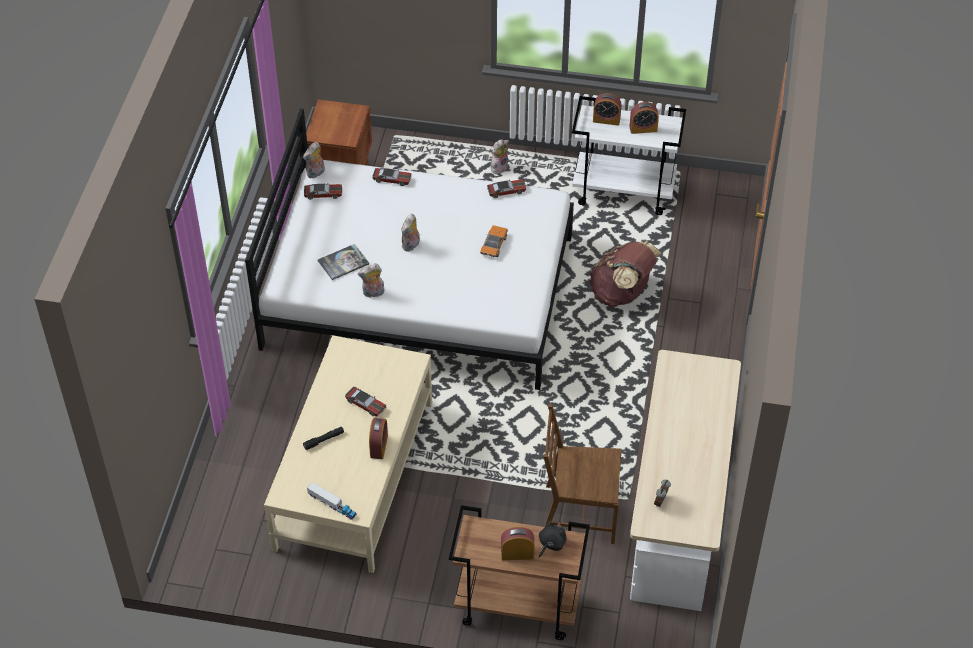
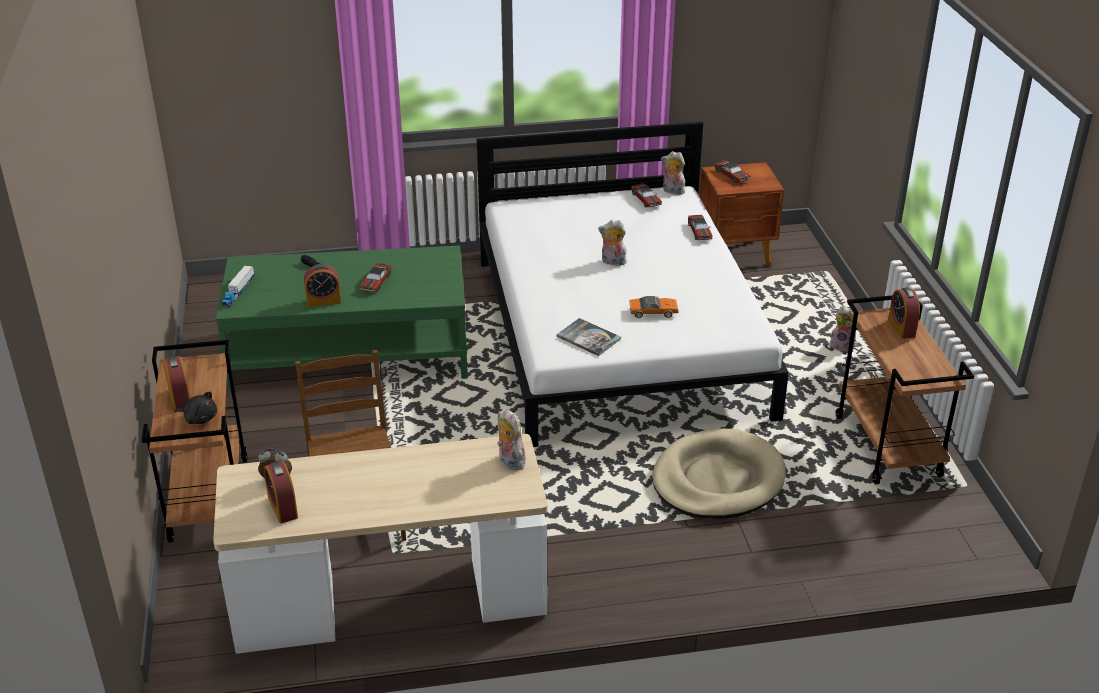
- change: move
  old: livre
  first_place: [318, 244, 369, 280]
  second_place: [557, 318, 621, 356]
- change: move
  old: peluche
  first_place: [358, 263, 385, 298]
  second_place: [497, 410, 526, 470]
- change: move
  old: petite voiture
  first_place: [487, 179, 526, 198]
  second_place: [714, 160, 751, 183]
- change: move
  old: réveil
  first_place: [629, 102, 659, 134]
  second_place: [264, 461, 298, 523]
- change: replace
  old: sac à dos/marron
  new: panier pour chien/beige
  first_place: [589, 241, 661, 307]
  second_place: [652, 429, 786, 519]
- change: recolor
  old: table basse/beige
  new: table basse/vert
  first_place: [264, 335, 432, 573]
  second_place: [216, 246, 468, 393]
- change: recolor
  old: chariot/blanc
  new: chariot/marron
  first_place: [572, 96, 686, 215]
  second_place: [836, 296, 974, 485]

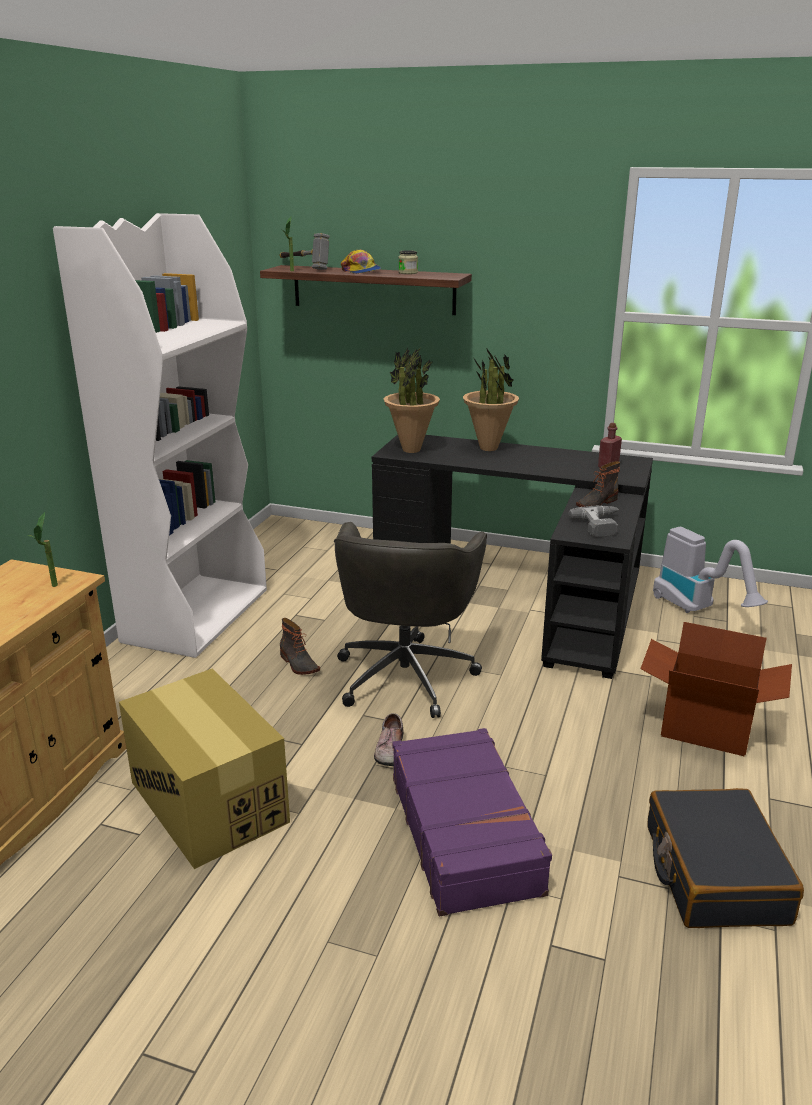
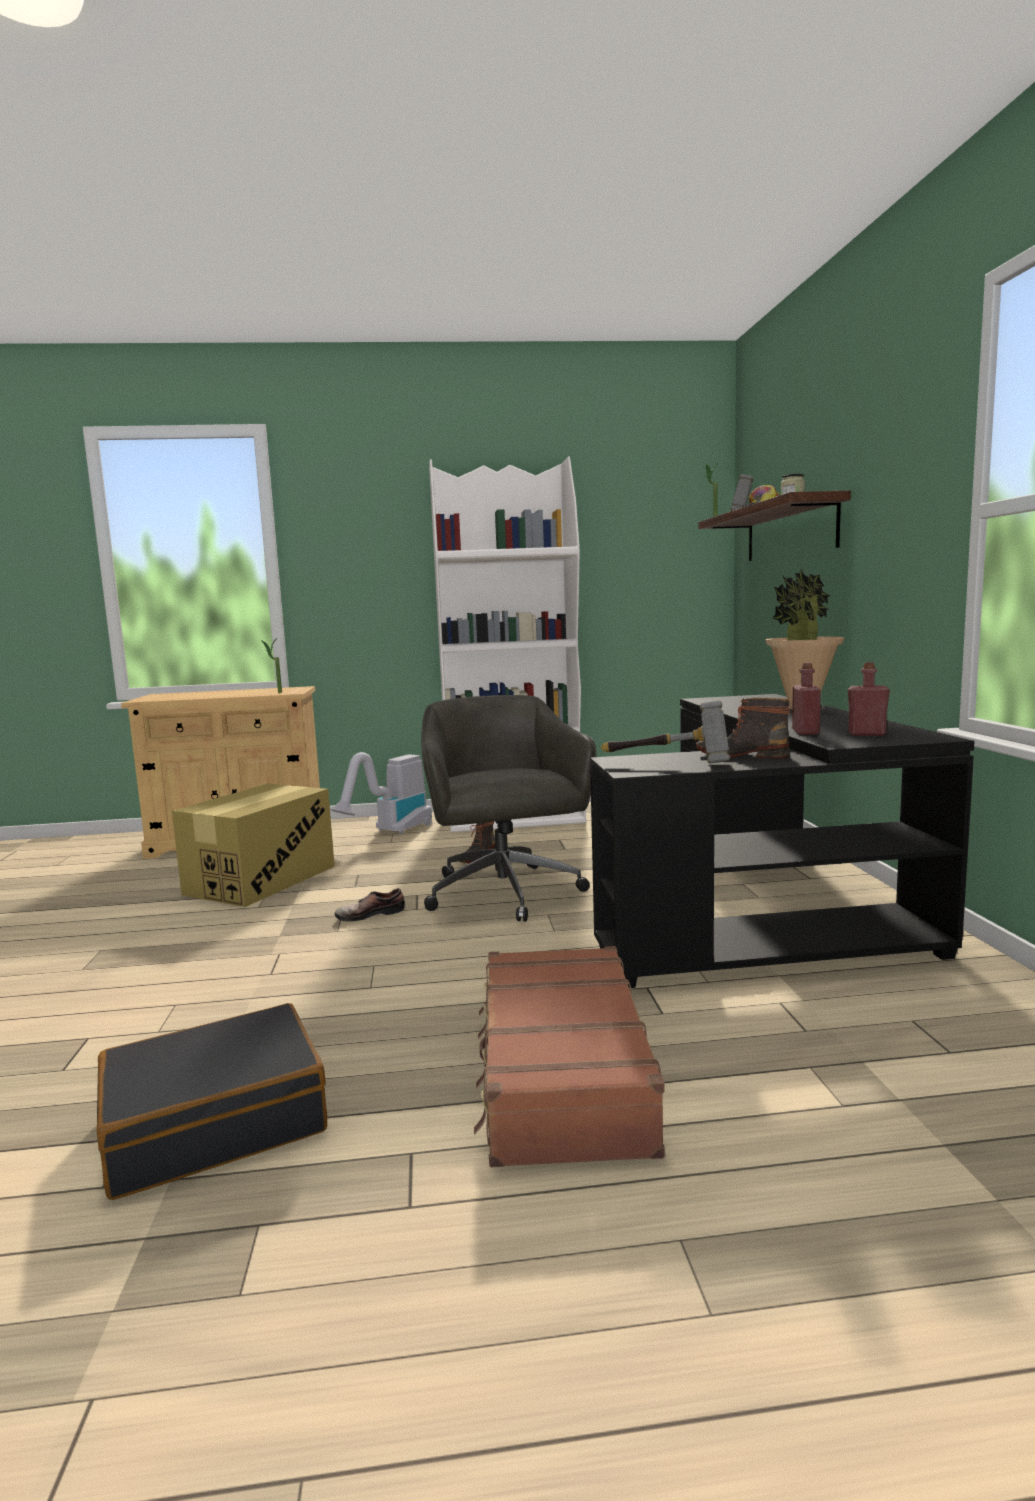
- change: delete
  old: plante en pot
  first_place: [384, 348, 440, 453]
- change: delete
  old: valise/violet
  first_place: [392, 728, 552, 916]
- change: insert
  new: bouteille/rouge
  second_place: [792, 663, 821, 735]
- change: move
  old: aspirateur
  first_place: [653, 527, 768, 613]
  second_place: [330, 752, 432, 834]
- change: replace
  old: perceuse
  new: marteau
  first_place: [569, 506, 618, 537]
  second_place: [601, 701, 730, 764]
- change: replace
  old: carton
  new: valise/marron
  first_place: [640, 622, 792, 756]
  second_place: [474, 946, 665, 1167]
- change: rotate
  old: chaise de bureau/gris
  first_place: [334, 522, 487, 718]
  second_place: [421, 695, 596, 922]
  degrees: 90

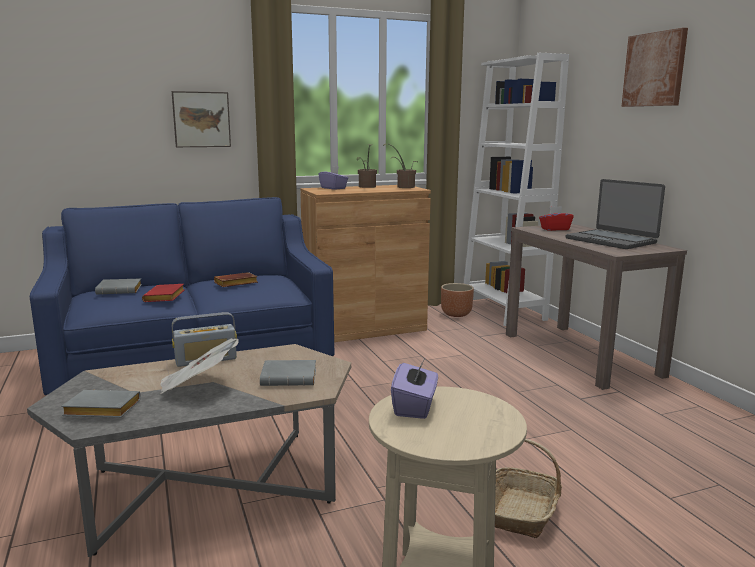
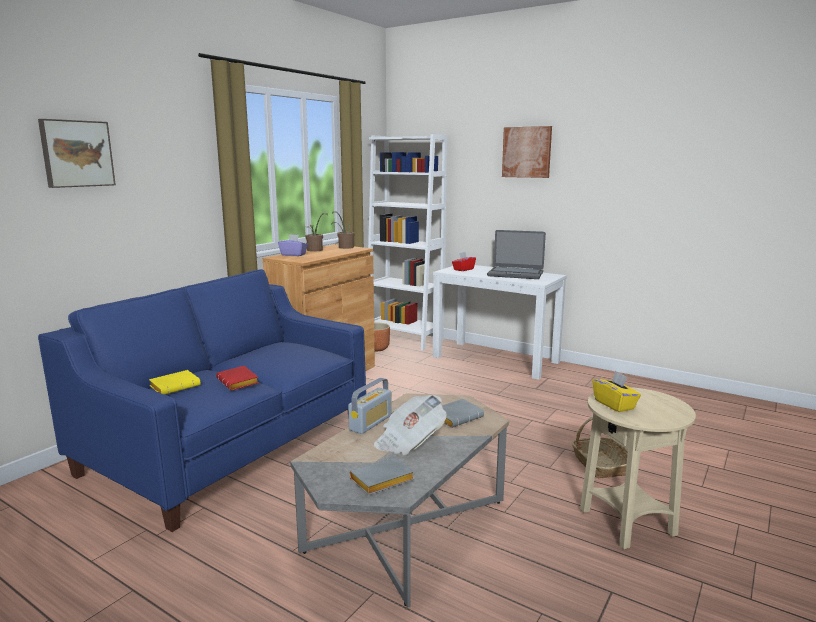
- change: delete
  old: livre/marron
  first_place: [214, 272, 258, 287]
- change: move
  old: tableau
  first_place: [172, 91, 231, 147]
  second_place: [38, 119, 116, 188]
- change: recolor
  old: livre/gris
  new: livre/jaune
  first_place: [95, 278, 142, 294]
  second_place: [149, 370, 201, 395]
- change: recolor
  old: boîte à mouchoirs/violet
  new: boîte à mouchoirs/jaune
  first_place: [391, 358, 438, 419]
  second_place: [592, 371, 641, 412]
- change: recolor
  old: table console/marron
  new: table console/blanc
  first_place: [506, 223, 687, 390]
  second_place: [433, 265, 567, 380]

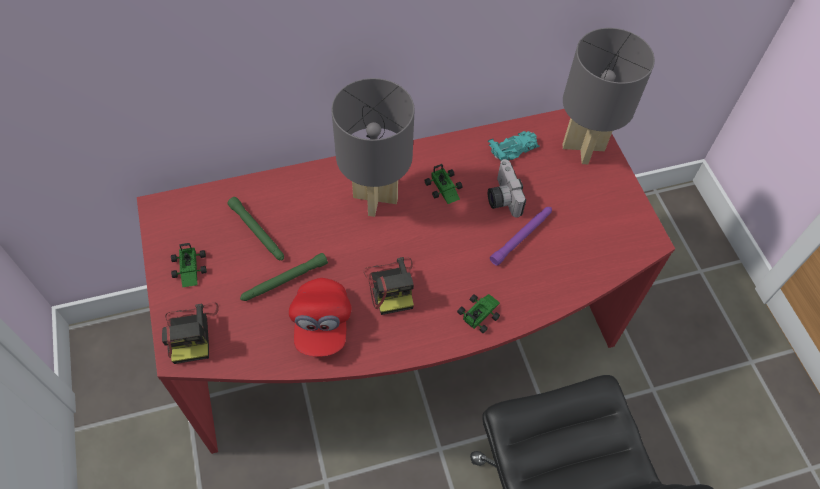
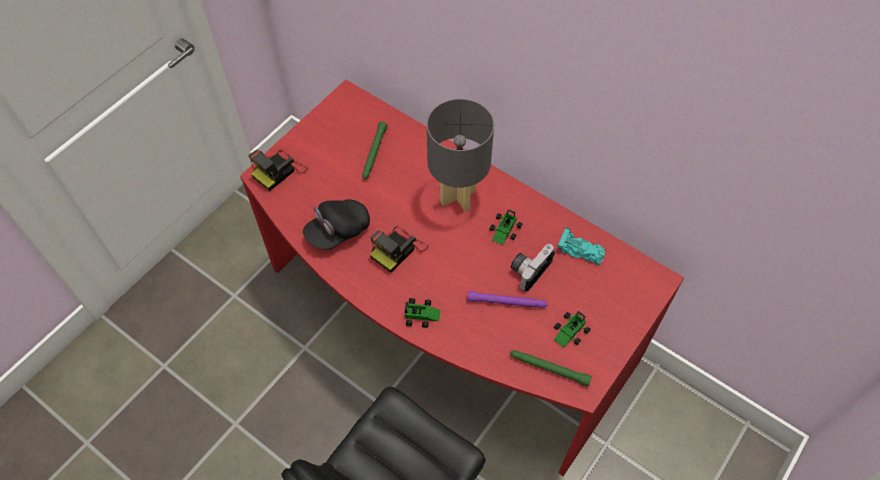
- change: delete
  old: lampe de table/gris
  first_place: [562, 28, 655, 164]
- change: move
  old: petite voiture
  first_place: [171, 243, 207, 288]
  second_place: [554, 311, 591, 347]
- change: move
  old: lampe de poche/vert
  first_place: [240, 253, 328, 301]
  second_place: [510, 350, 592, 387]
- change: recolor
  old: casquette/rouge
  new: casquette/noir
  first_place: [289, 278, 351, 357]
  second_place: [303, 199, 370, 250]

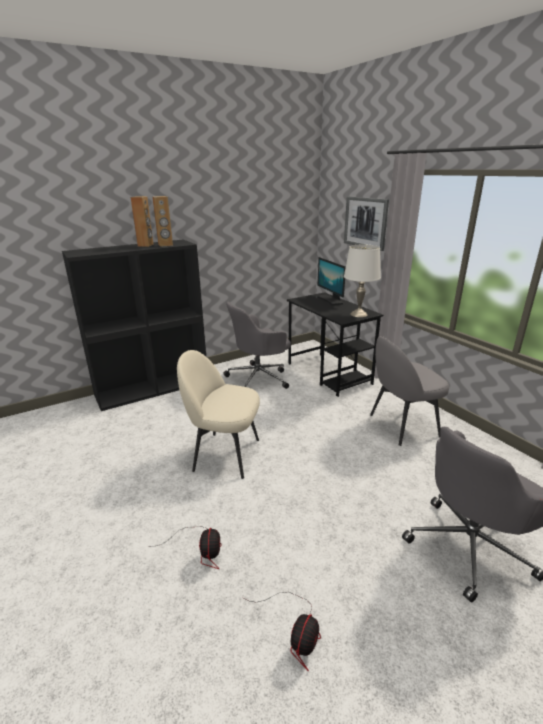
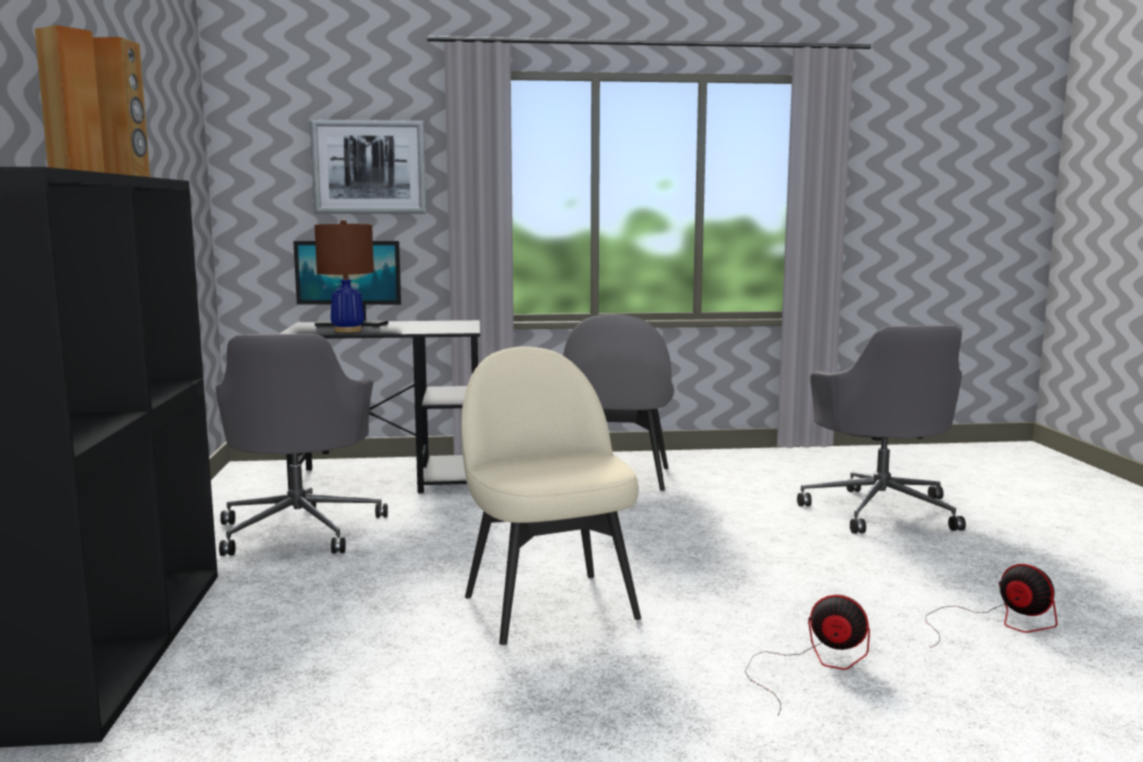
- change: delete
  old: lampe de table/blanc
  first_place: [344, 245, 381, 317]
- change: insert
  new: lampe de table/marron
  second_place: [314, 219, 374, 333]
- change: rotate
  old: chaise/beige
  first_place: [177, 350, 260, 479]
  second_place: [461, 346, 641, 645]
  degrees: 120

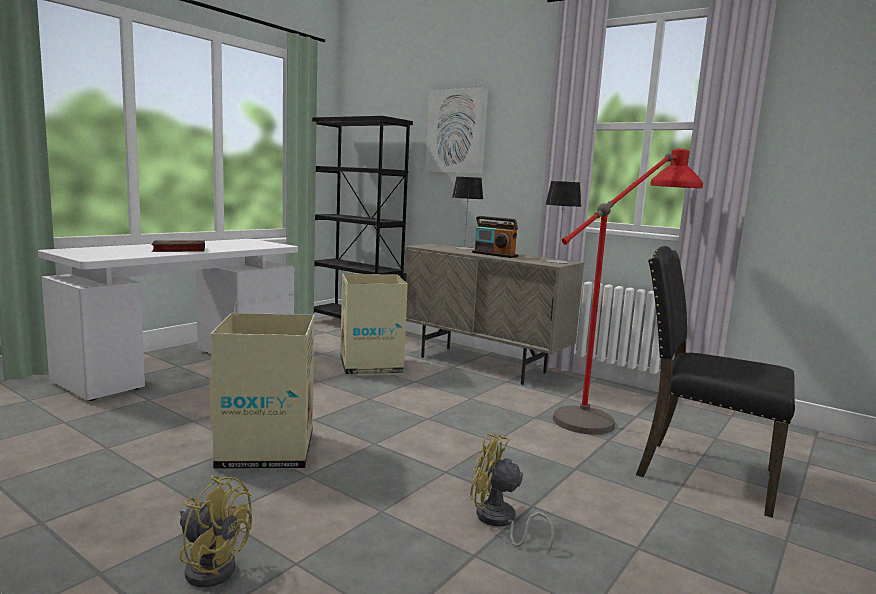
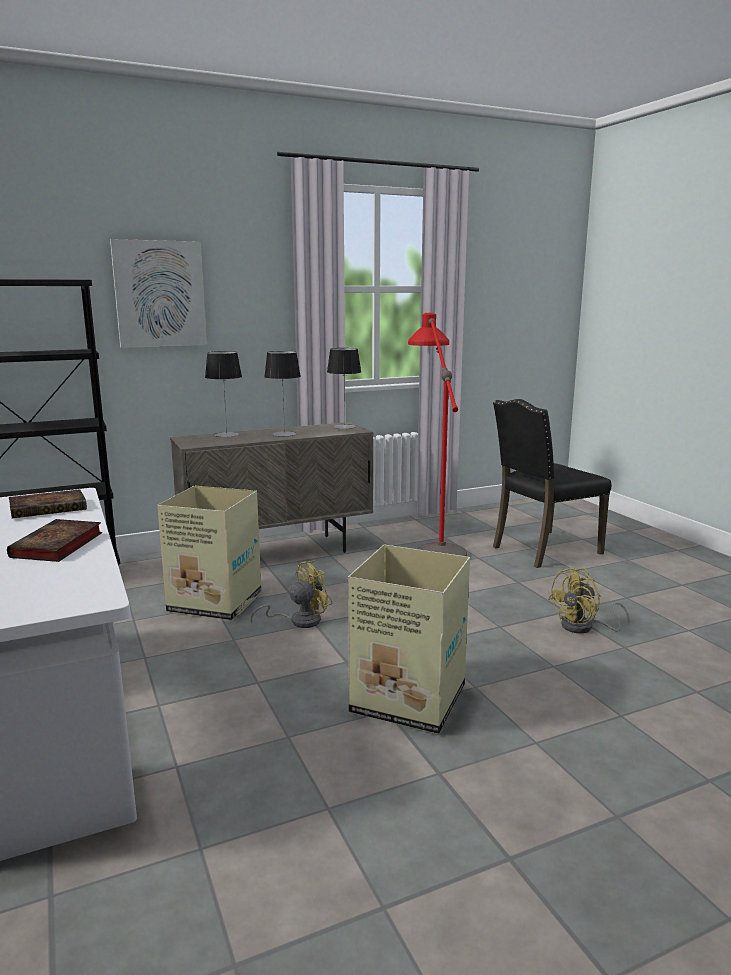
- change: insert
  new: livre
  second_place: [9, 489, 87, 518]
- change: move
  old: ventilateur/jaune
  first_place: [180, 475, 252, 587]
  second_place: [251, 560, 333, 628]
- change: replace
  old: radio
  new: lampe de table
  first_place: [472, 216, 518, 258]
  second_place: [264, 351, 301, 437]

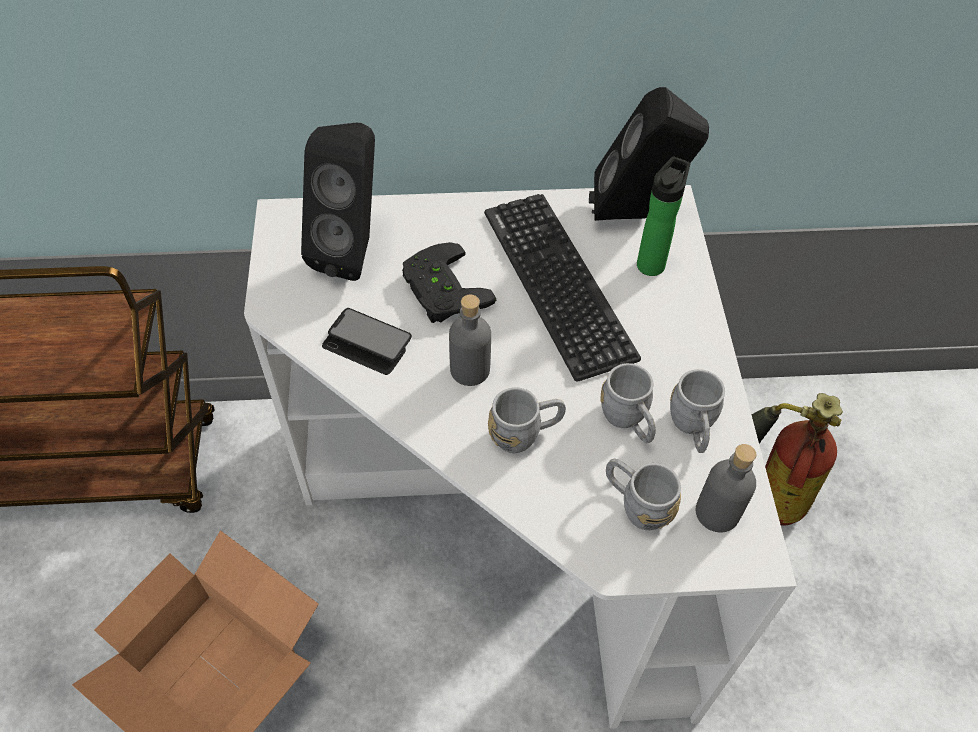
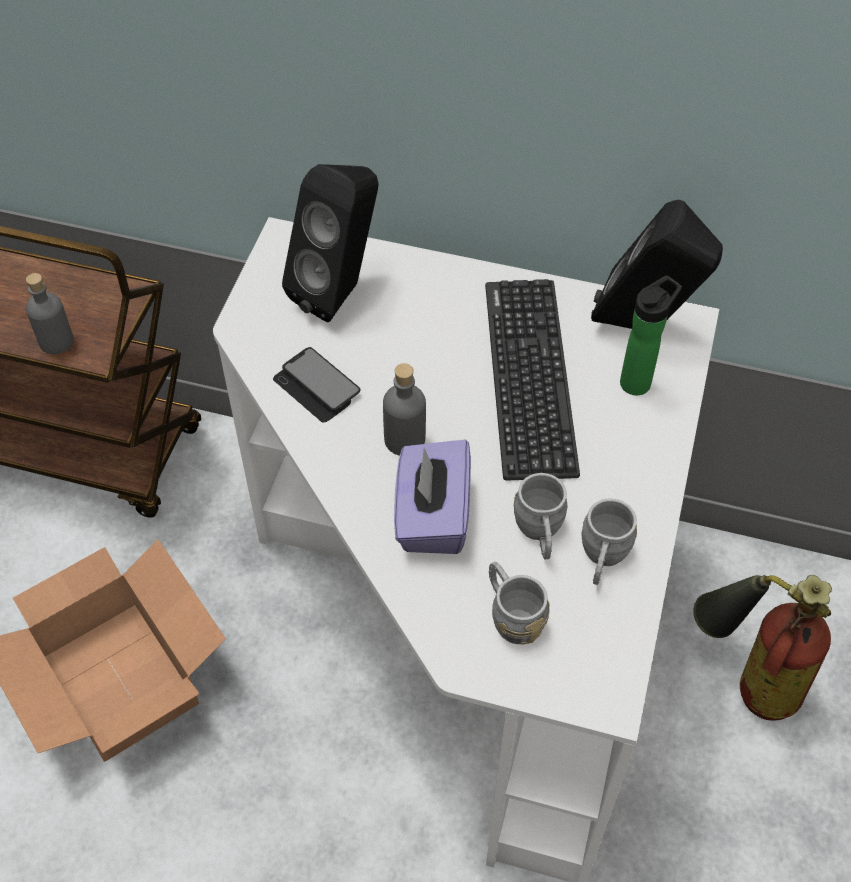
- change: delete
  old: manette/noir
  first_place: [402, 242, 496, 323]
- change: move
  old: bouteille/gris
  first_place: [696, 444, 756, 532]
  second_place: [26, 273, 74, 354]
- change: replace
  old: mug/gris
  new: boîte à mouchoirs/violet
  first_place: [488, 387, 566, 453]
  second_place: [394, 440, 471, 554]

